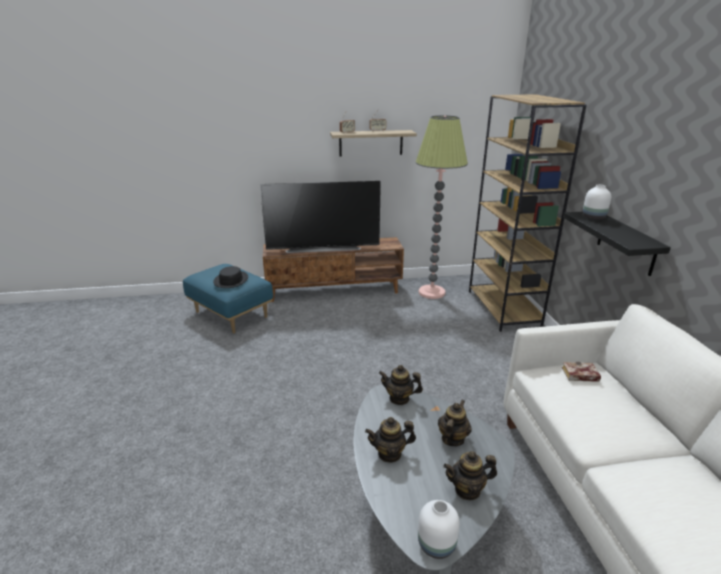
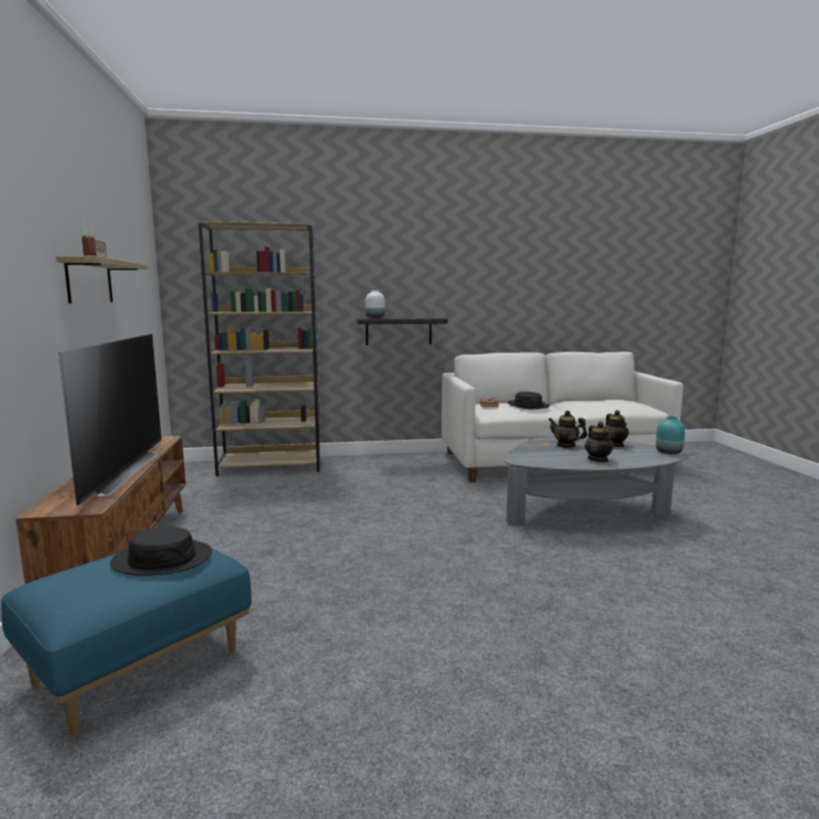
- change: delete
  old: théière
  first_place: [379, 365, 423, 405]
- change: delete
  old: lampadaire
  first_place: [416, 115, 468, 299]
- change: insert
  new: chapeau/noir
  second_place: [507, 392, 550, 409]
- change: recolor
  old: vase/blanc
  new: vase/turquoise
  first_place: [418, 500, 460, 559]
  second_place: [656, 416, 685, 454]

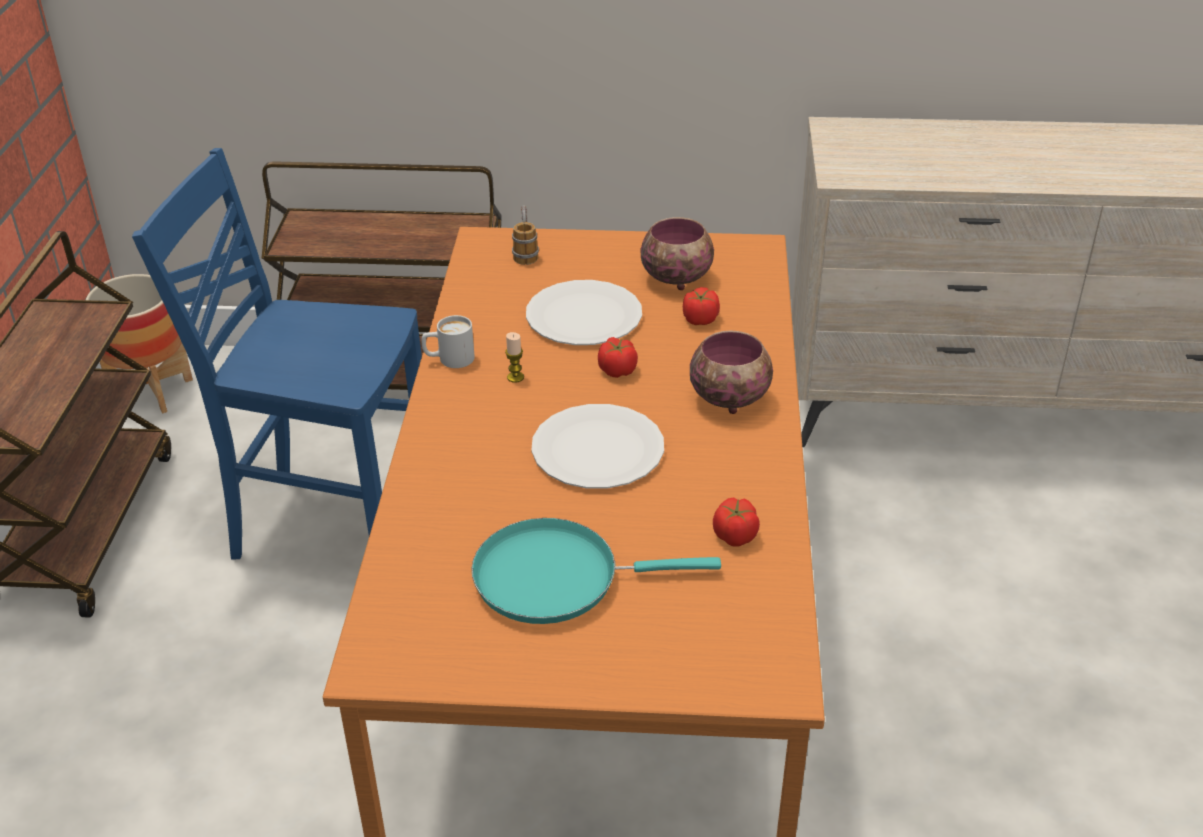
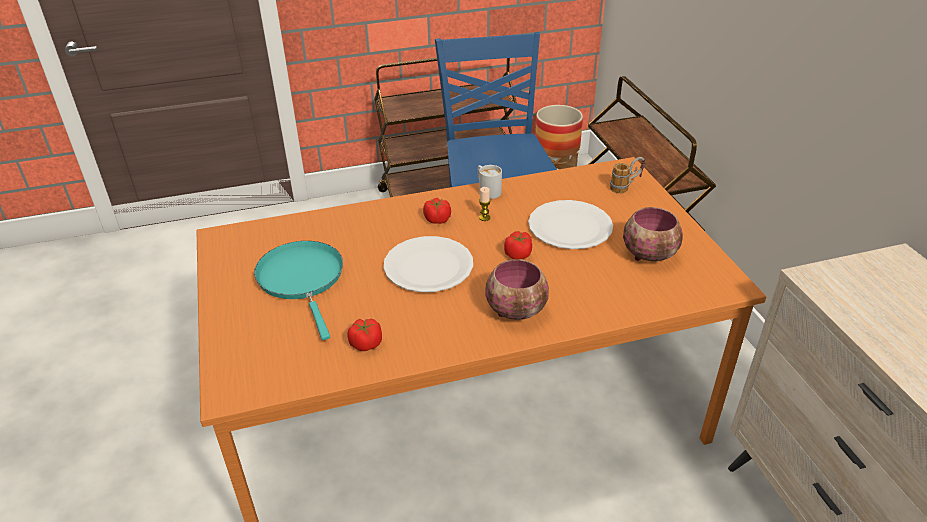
- change: move
  old: tomate
  first_place: [683, 287, 720, 325]
  second_place: [423, 198, 451, 224]

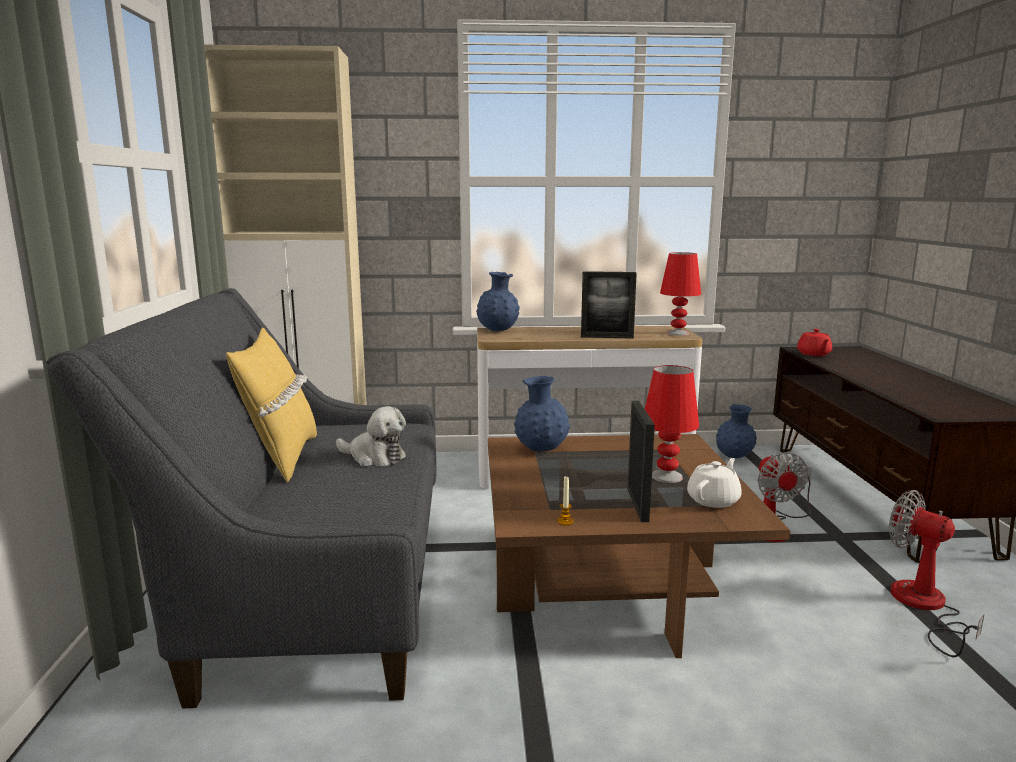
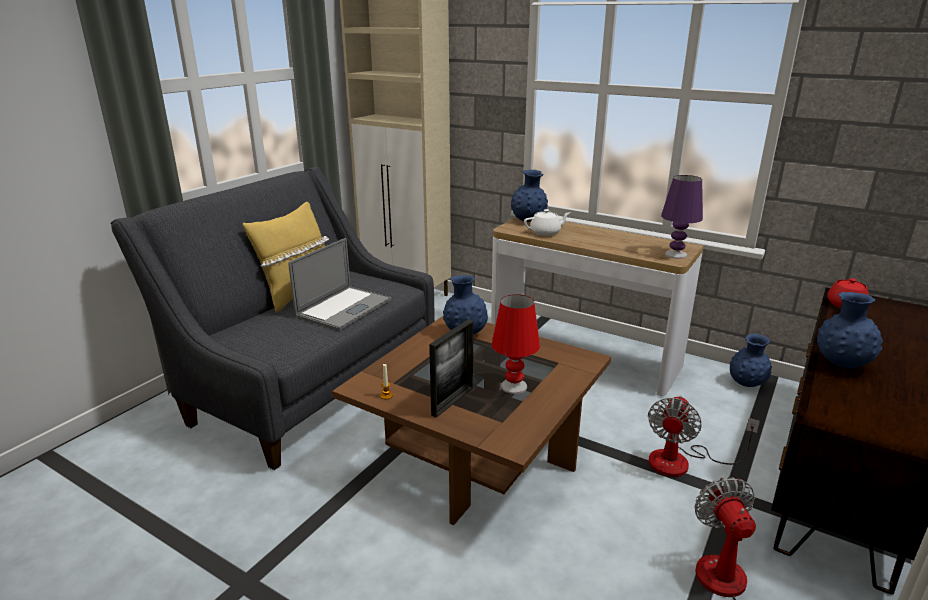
- change: delete
  old: cadre photo
  first_place: [581, 271, 637, 339]
- change: insert
  new: vase/bleu
  second_place: [817, 292, 883, 368]
- change: move
  old: théière/blanc
  first_place: [687, 458, 741, 508]
  second_place: [524, 209, 570, 236]
- change: replace
  old: peluche
  new: ordinateur portable
  first_place: [336, 406, 406, 466]
  second_place: [288, 238, 392, 330]
- change: recolor
  old: lampe de table/rouge
  new: lampe de table/violet
  first_place: [660, 252, 701, 336]
  second_place: [661, 175, 703, 259]

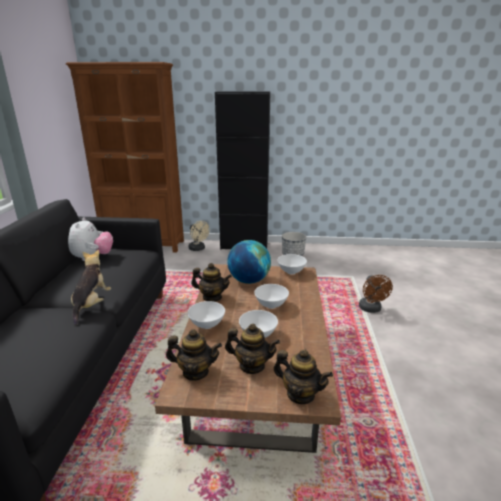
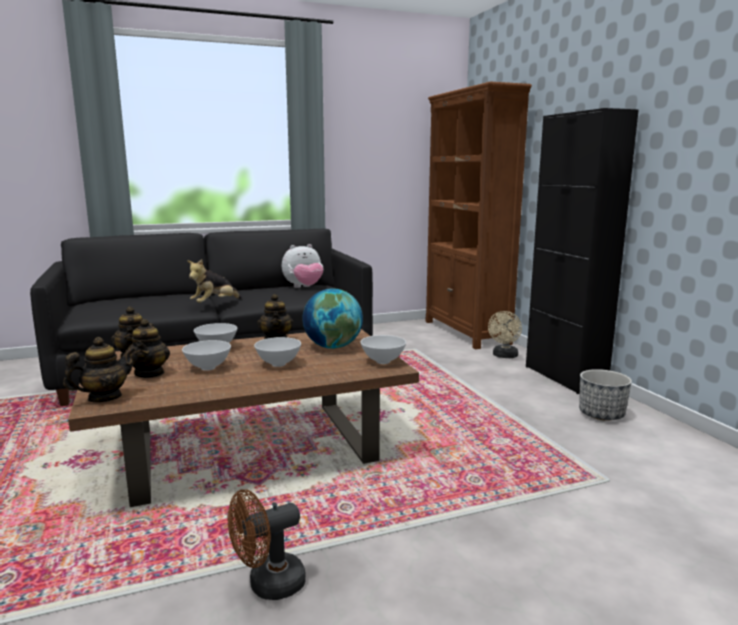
- change: move
  old: ventilateur/marron
  first_place: [359, 275, 393, 313]
  second_place: [228, 489, 306, 600]
- change: rotate
  old: peluche
  first_place: [71, 250, 111, 325]
  second_place: [187, 259, 242, 303]
  degrees: 150
- change: rotate
  old: théière
  first_place: [273, 349, 333, 404]
  second_place: [63, 337, 136, 402]
  degrees: -135

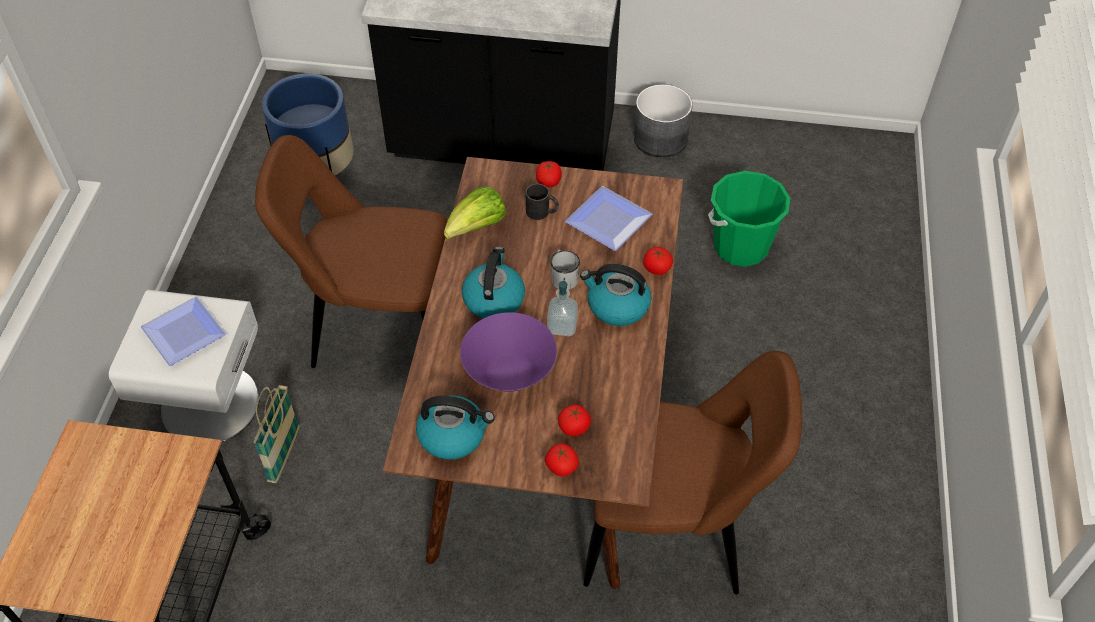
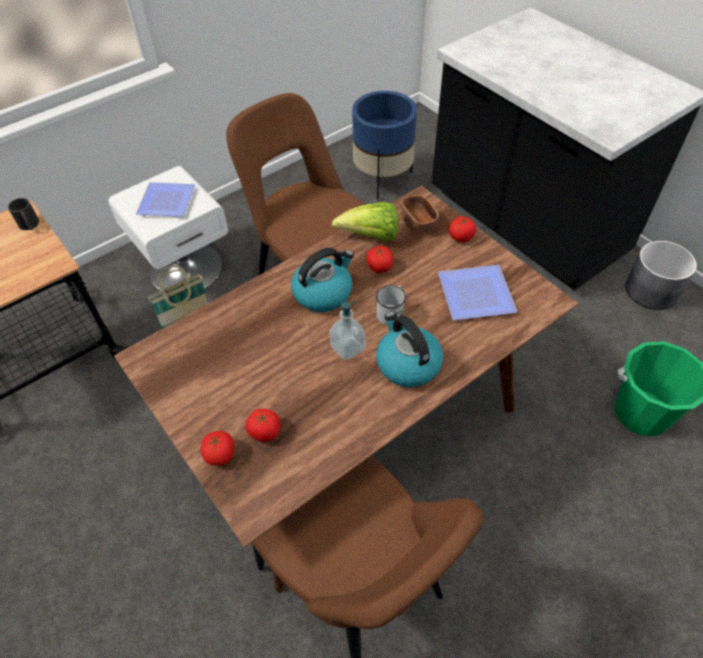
- change: delete
  old: bouilloire
  first_place: [416, 395, 495, 460]
- change: delete
  old: bol/violet
  first_place: [460, 312, 557, 392]
- change: insert
  new: bol/marron
  second_place: [401, 195, 439, 232]
- change: move
  old: mug/noir
  first_place: [526, 184, 559, 220]
  second_place: [8, 198, 39, 230]
- change: move
  old: tomate
  first_place: [643, 247, 673, 275]
  second_place: [366, 246, 393, 273]

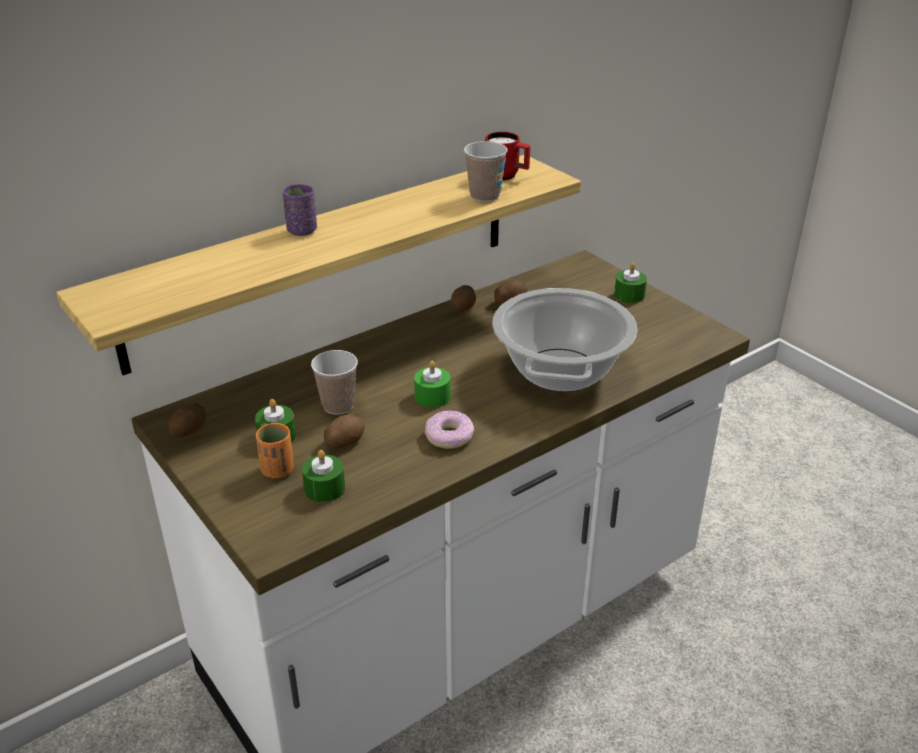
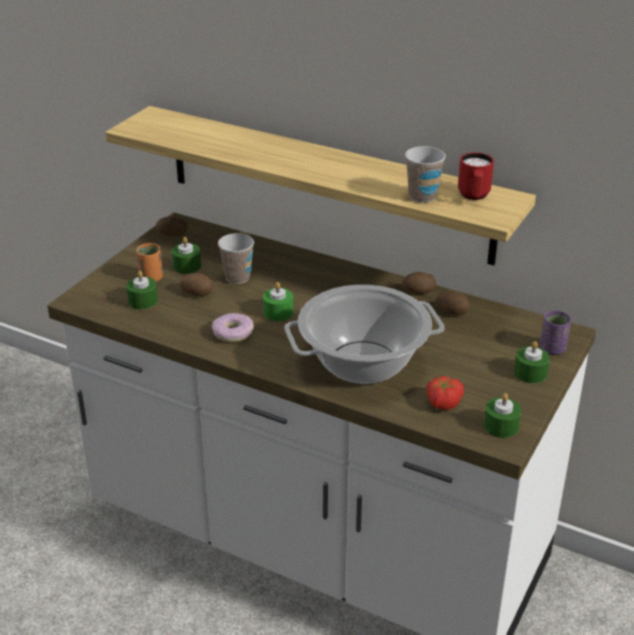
- change: insert
  new: tomate
  second_place: [427, 376, 464, 410]
- change: insert
  new: bougie/vert
  second_place: [484, 393, 522, 438]
- change: move
  old: tasse/violet
  first_place: [283, 184, 317, 236]
  second_place: [540, 311, 571, 355]

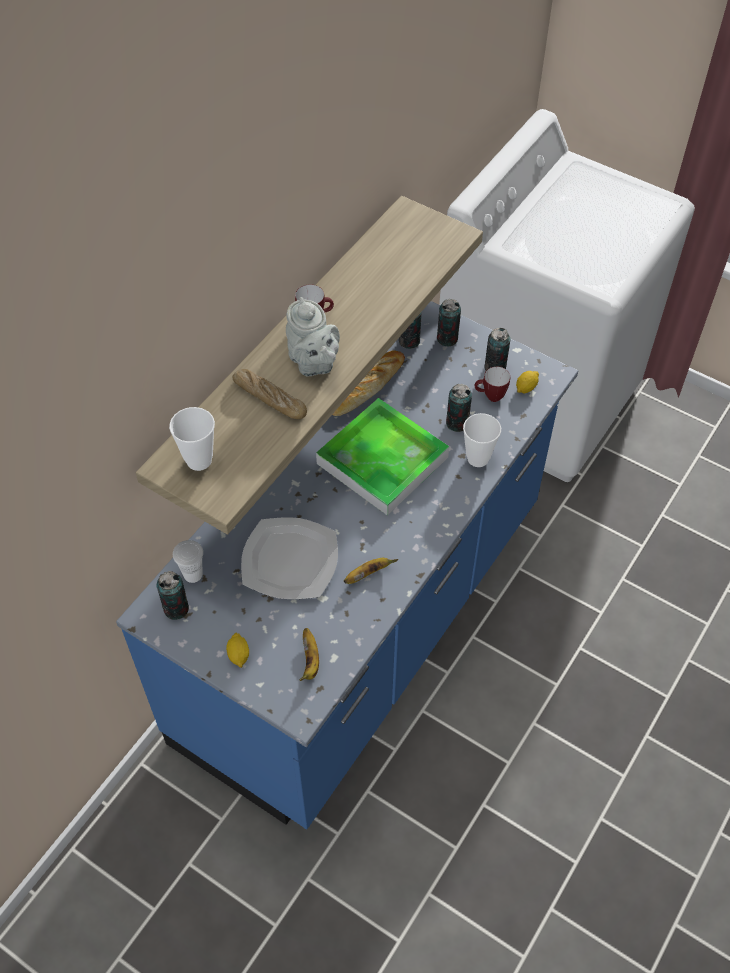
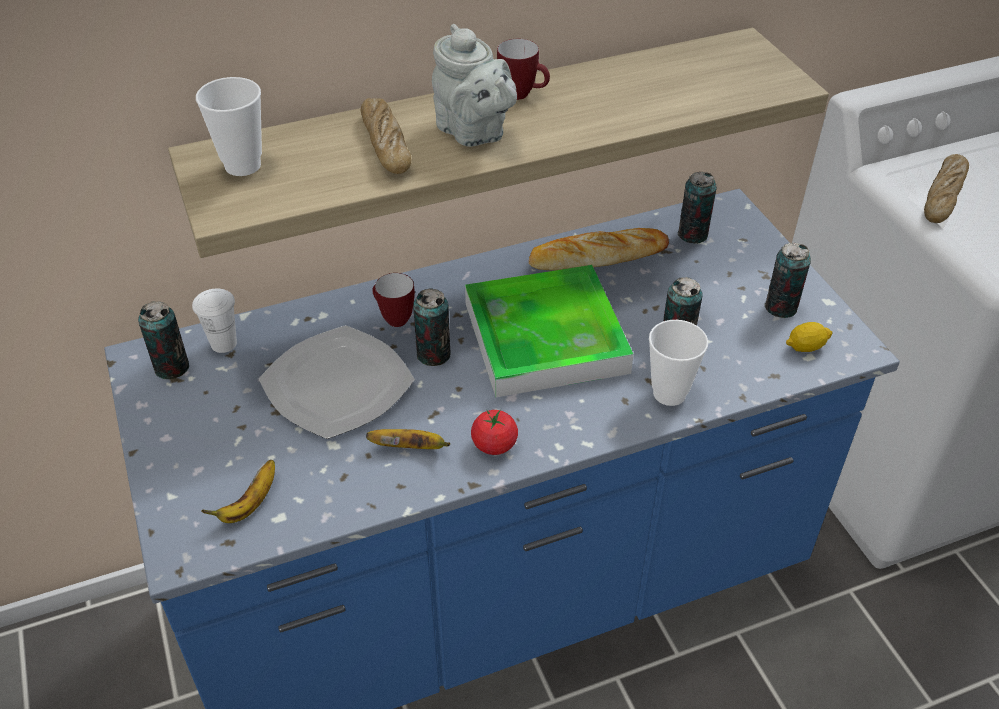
- change: delete
  old: citron
  first_place: [226, 632, 249, 668]
- change: insert
  new: tomate
  second_place: [471, 410, 518, 455]
- change: insert
  new: pain
  second_place: [924, 154, 969, 223]
- change: move
  old: boîte métallique
  first_place: [437, 299, 461, 347]
  second_place: [413, 288, 450, 366]
- change: move
  old: mug
  first_place: [475, 367, 510, 402]
  second_place: [372, 273, 415, 327]
- change: rotate
  old: théière/gris
  first_place: [286, 297, 340, 376]
  second_place: [432, 24, 517, 147]
  degrees: -45

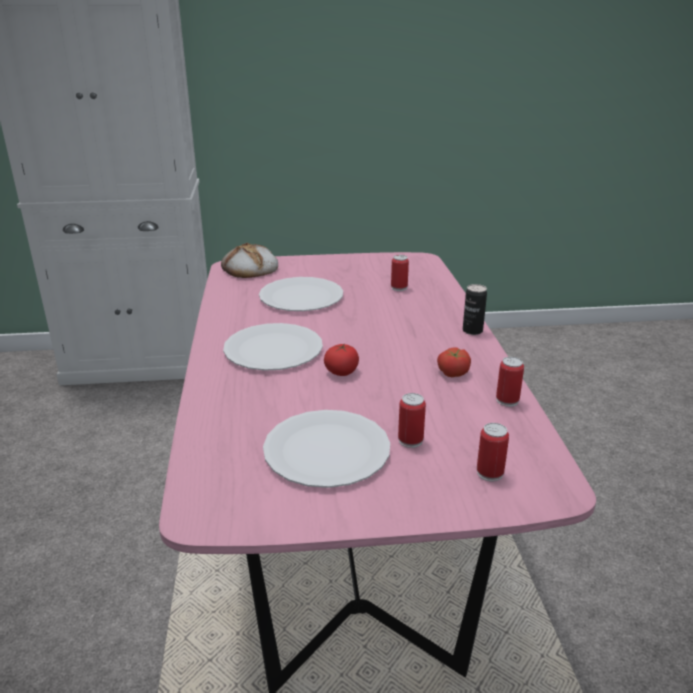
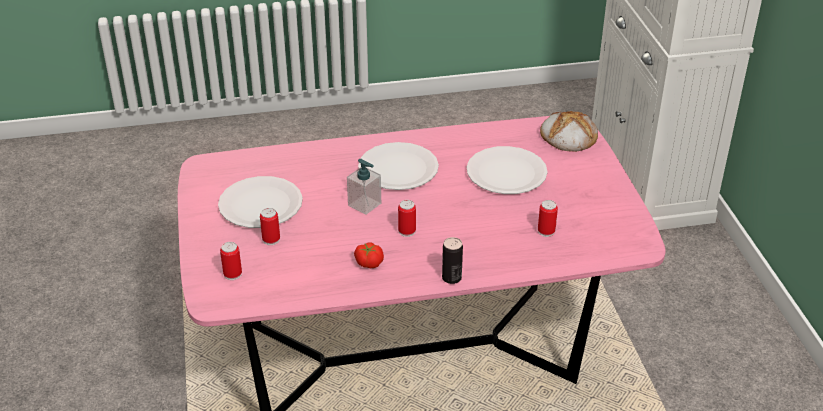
- change: move
  old: boîte métallique
  first_place: [496, 357, 524, 407]
  second_place: [398, 200, 416, 237]
- change: replace
  old: tomate
  new: distributeur de savon
  first_place: [324, 344, 359, 376]
  second_place: [347, 159, 381, 215]

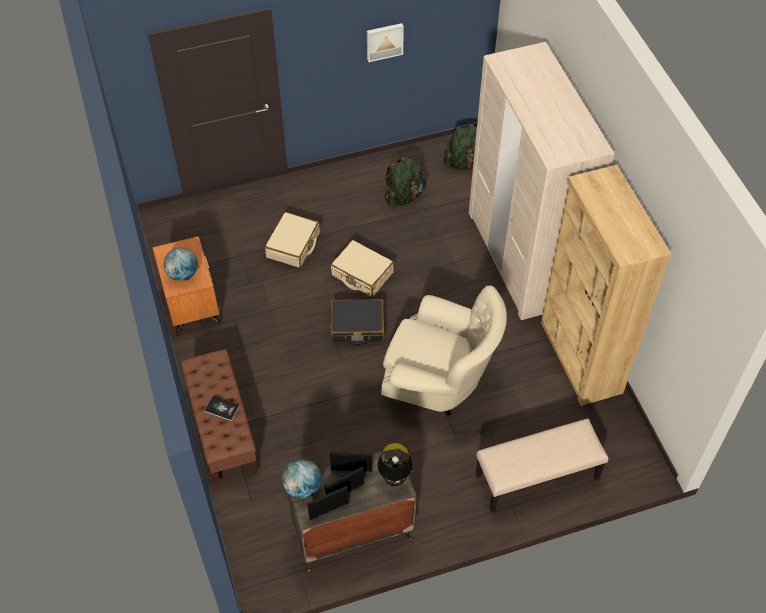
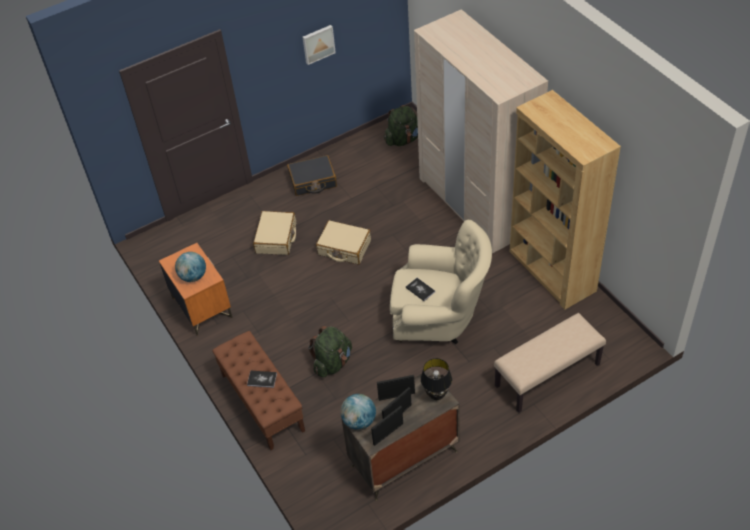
- change: insert
  new: livre
  second_place: [406, 278, 435, 301]
- change: move
  old: valise/noir
  first_place: [330, 299, 384, 345]
  second_place: [287, 155, 337, 196]
- change: move
  old: sac à dos/vert
  first_place: [384, 157, 426, 206]
  second_place: [308, 326, 352, 378]

